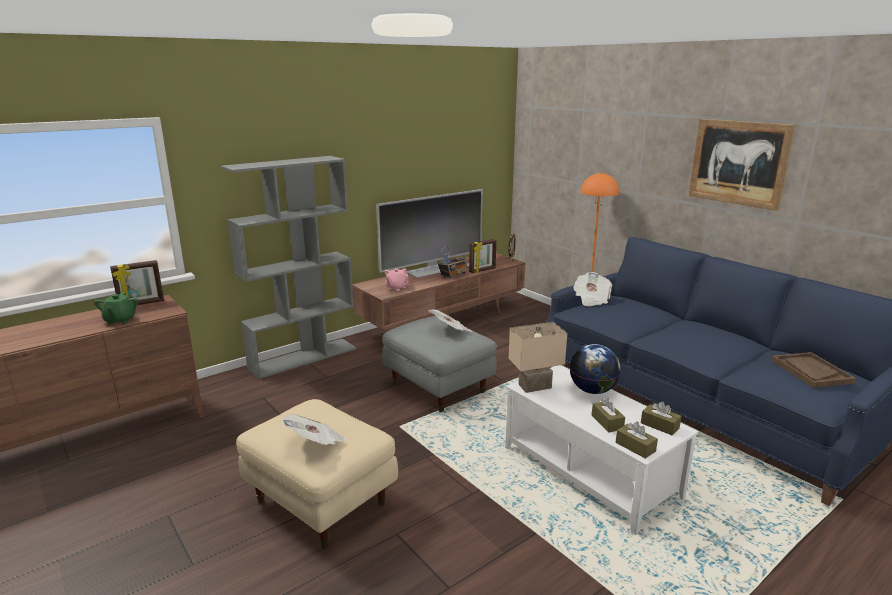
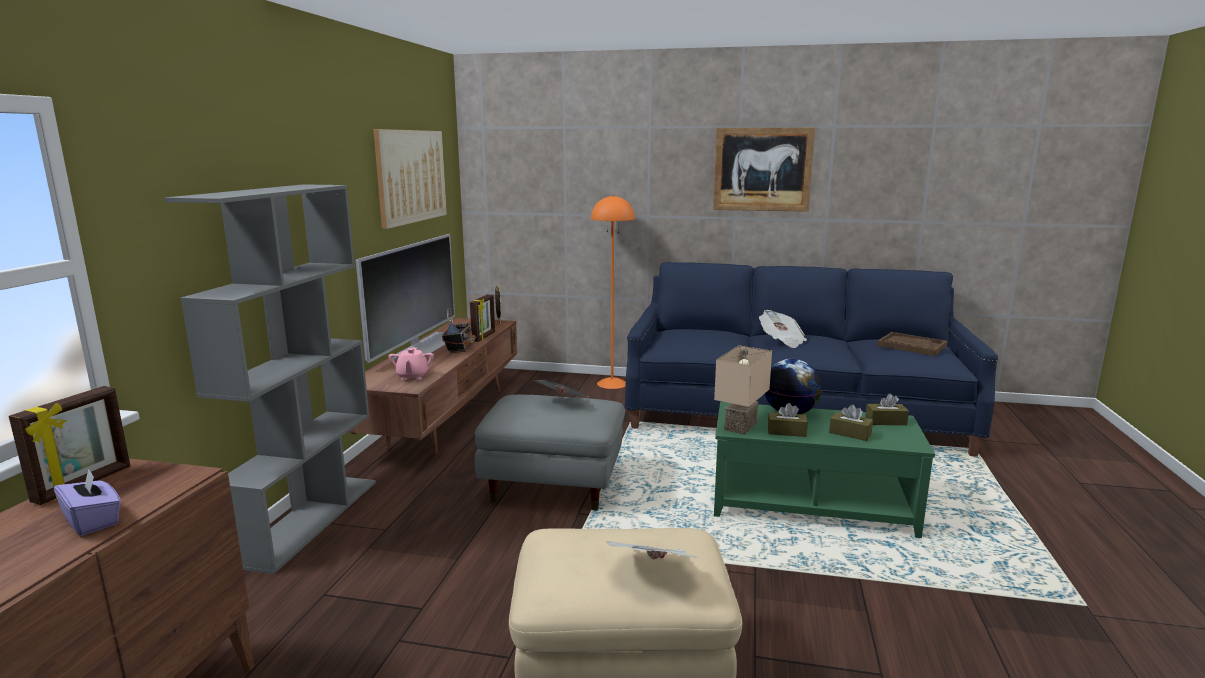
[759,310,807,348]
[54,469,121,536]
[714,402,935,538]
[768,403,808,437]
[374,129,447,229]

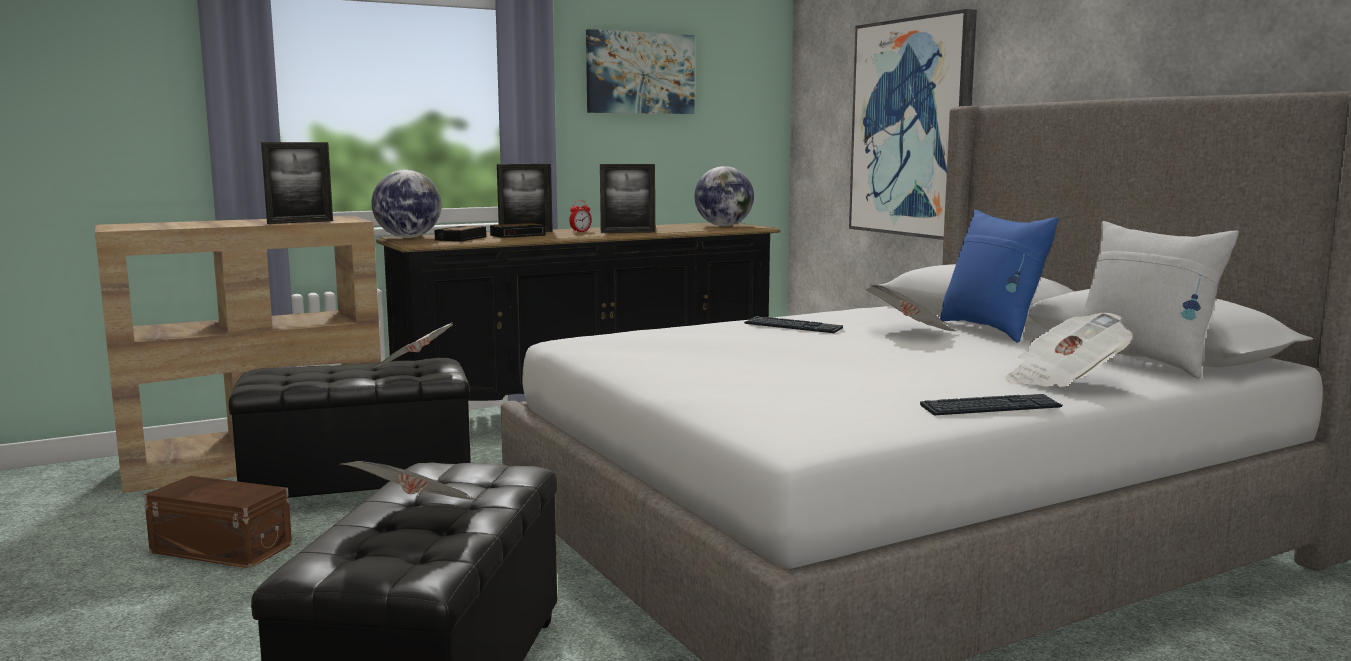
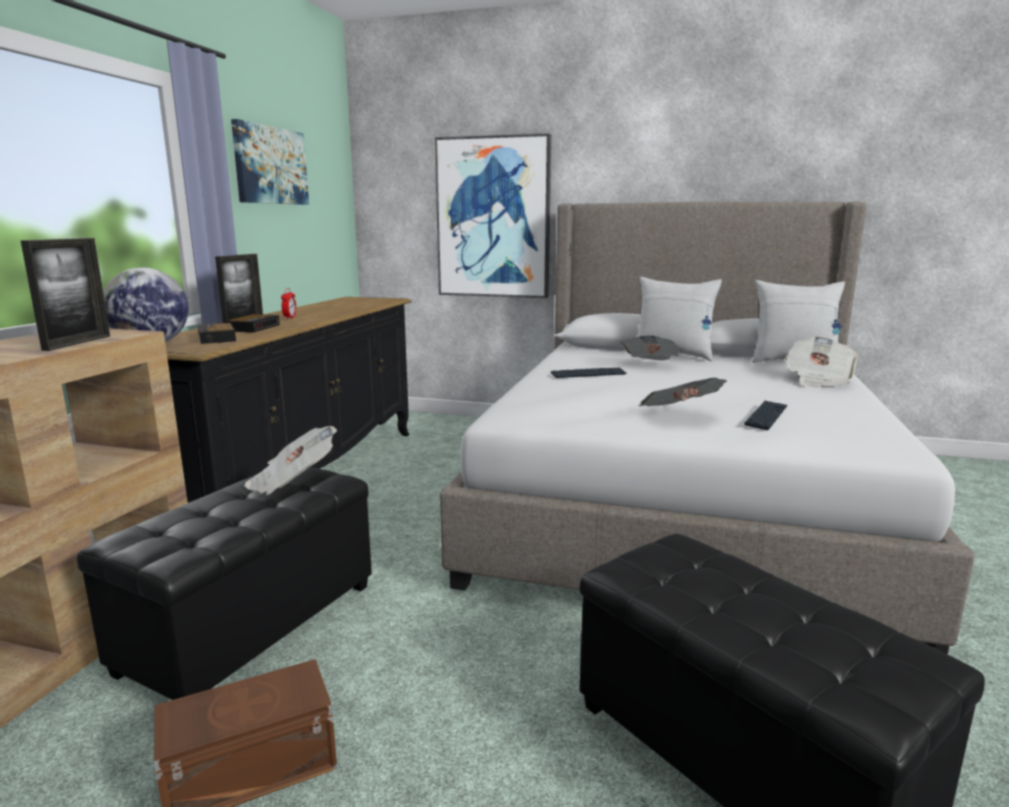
[600,164,655,233] (first image)
[694,166,754,226] (first image)
[637,277,722,361]
[744,401,788,430]
[638,378,727,406]

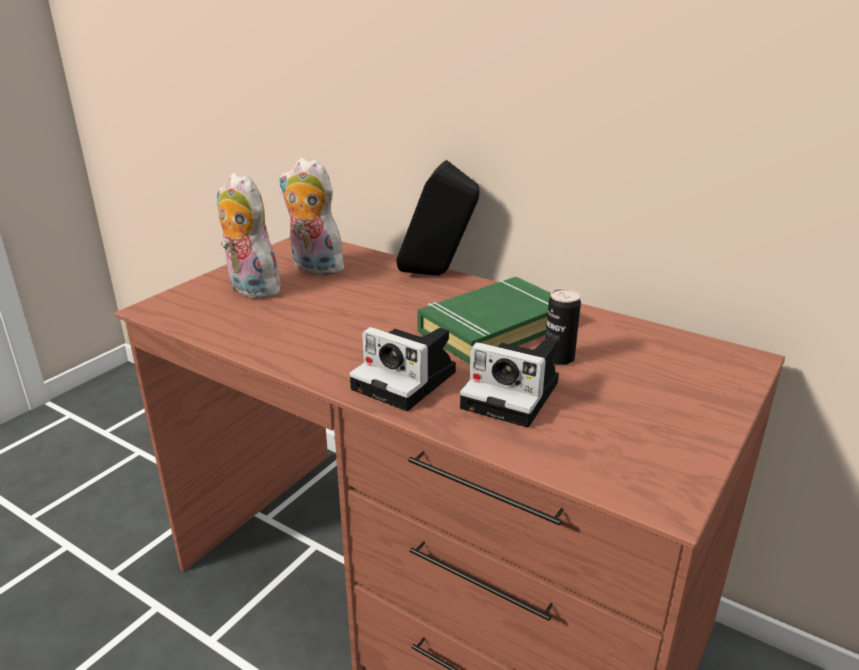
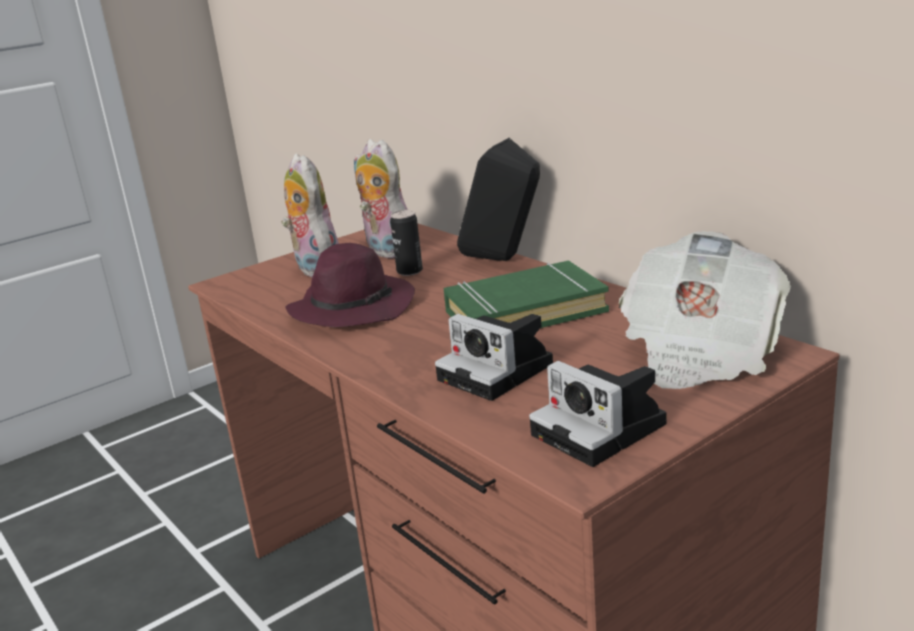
[390,210,423,276]
[529,361,667,467]
[619,231,791,389]
[285,243,415,327]

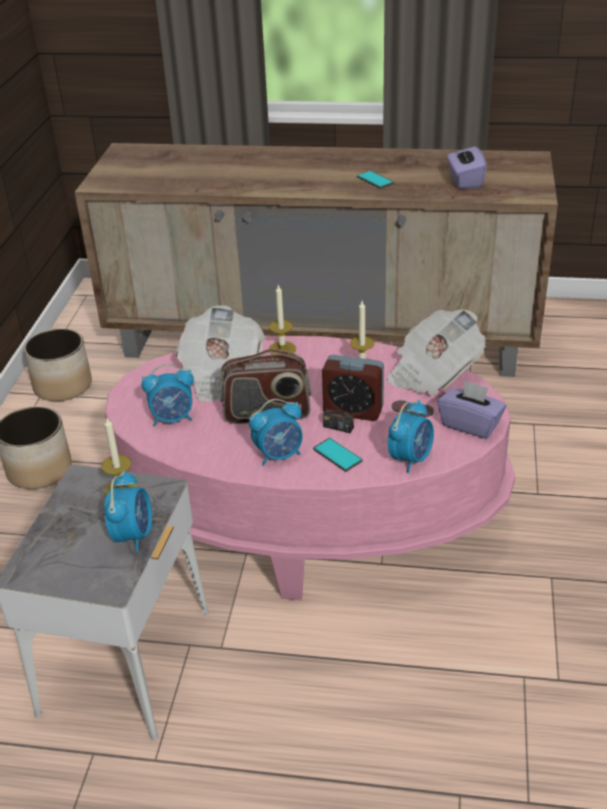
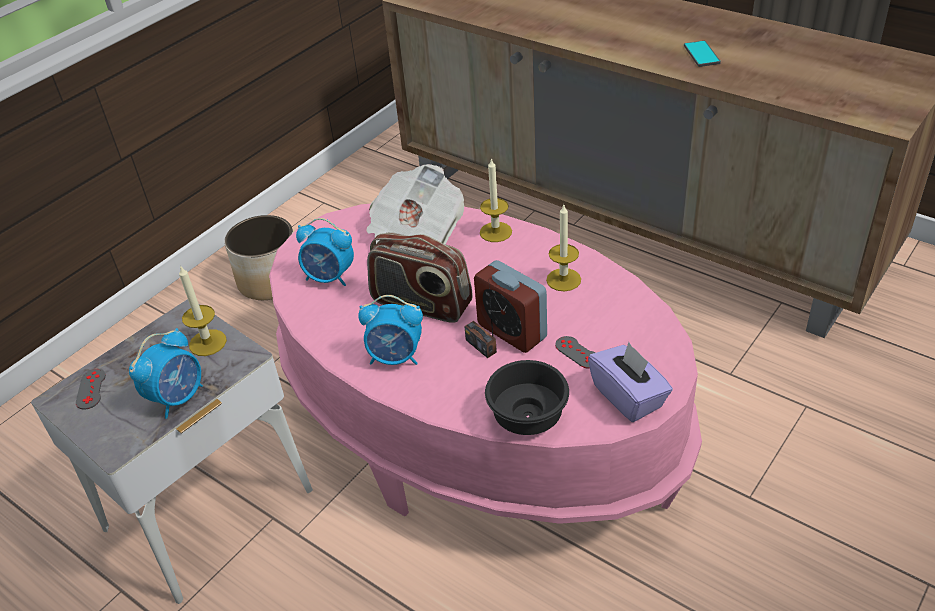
[447,146,487,189] (first image)
[387,309,485,396] (first image)
[24,328,92,401] (first image)
[485,360,569,435]
[313,438,362,472] (first image)
[76,369,106,410]

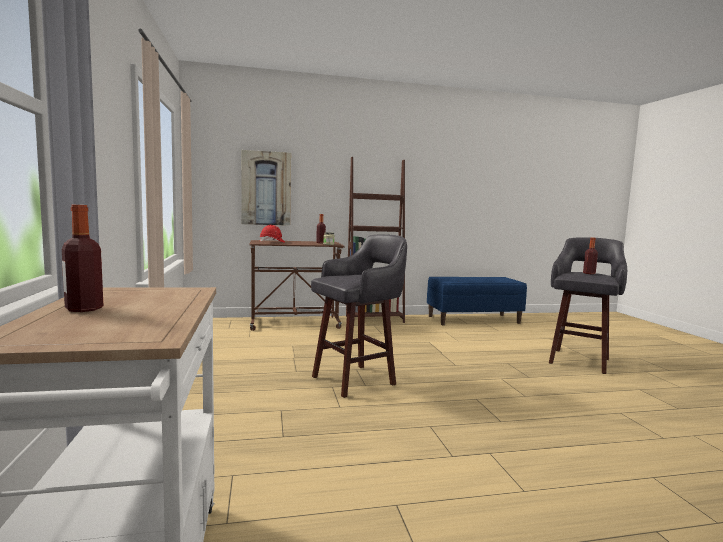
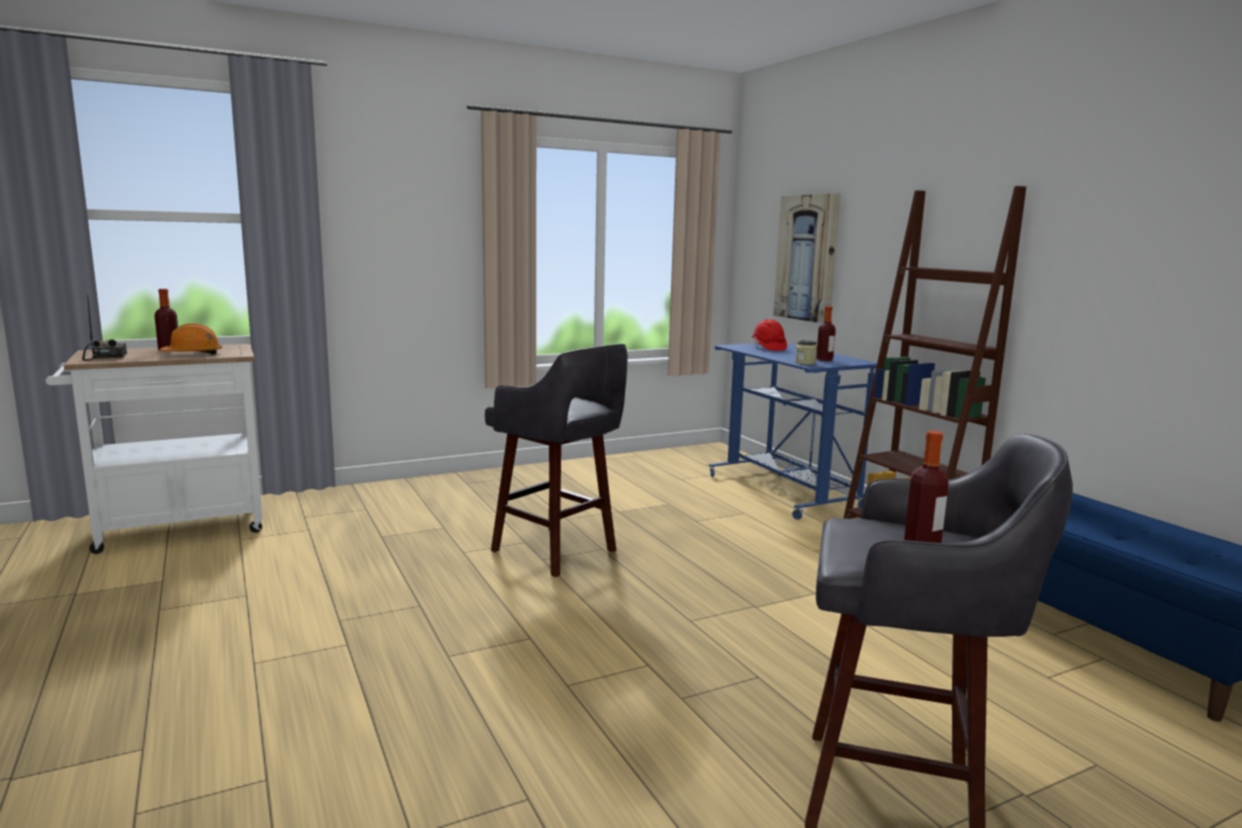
[709,343,877,520]
[83,295,127,361]
[160,323,222,355]

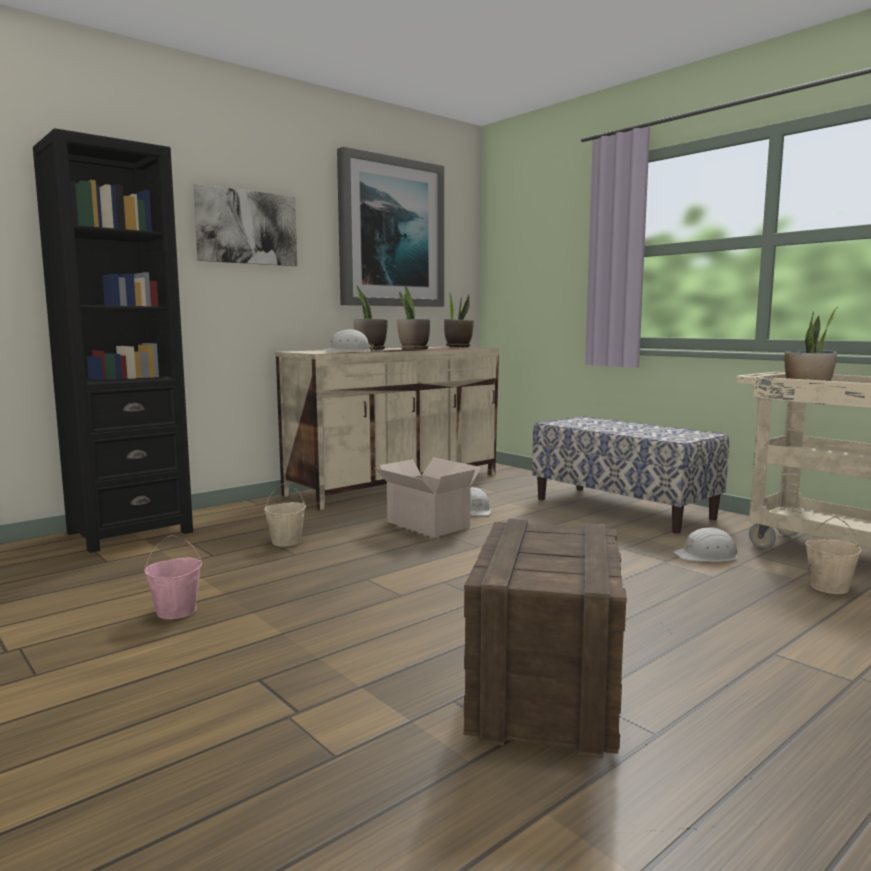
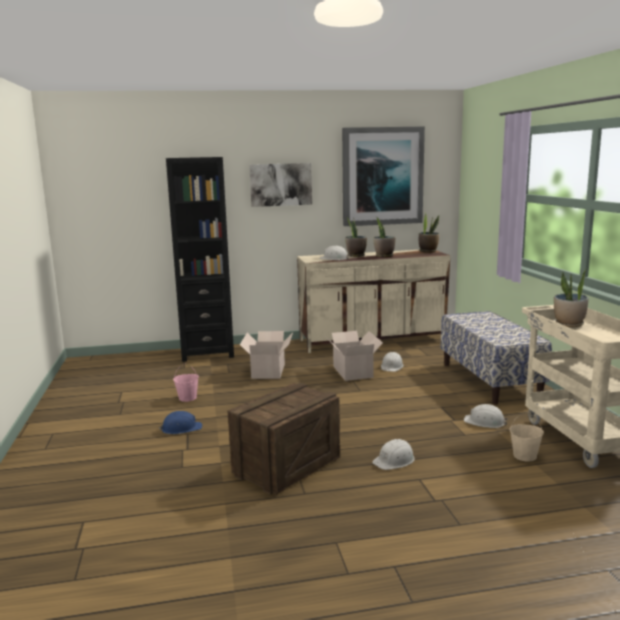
[240,331,293,379]
[159,411,202,434]
[372,439,415,470]

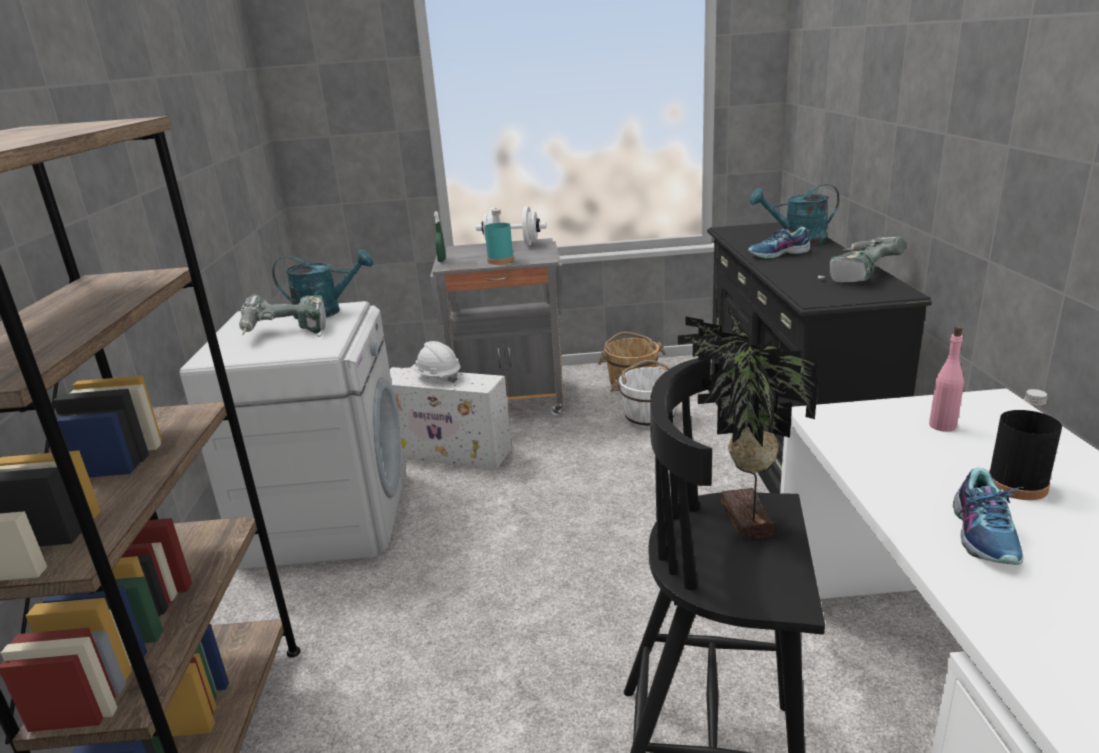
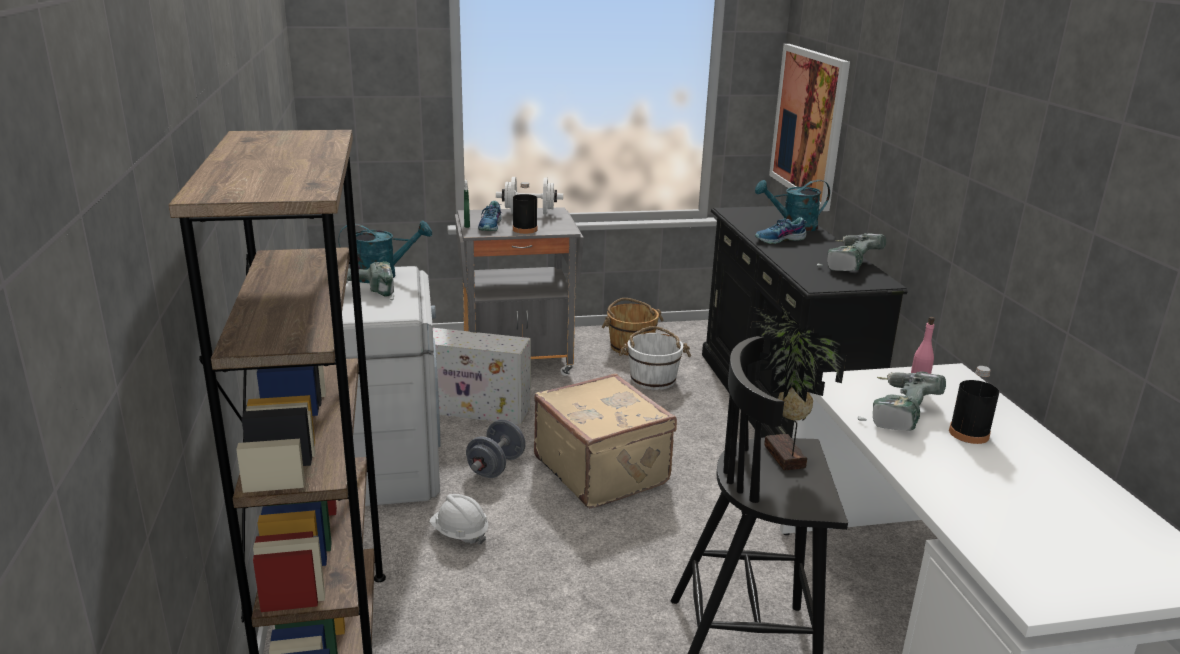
[513,182,537,234]
[430,494,488,544]
[478,201,503,231]
[769,44,850,211]
[858,371,946,431]
[534,374,677,508]
[466,419,526,478]

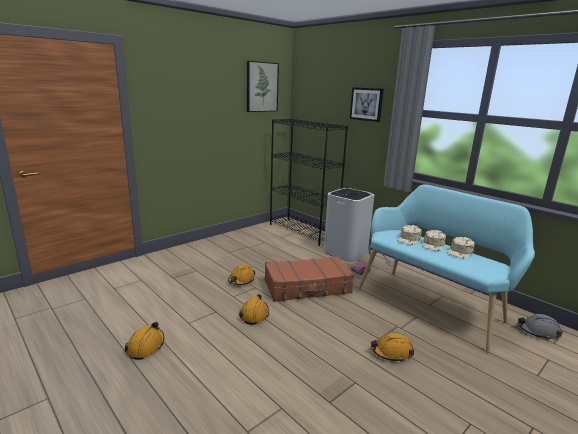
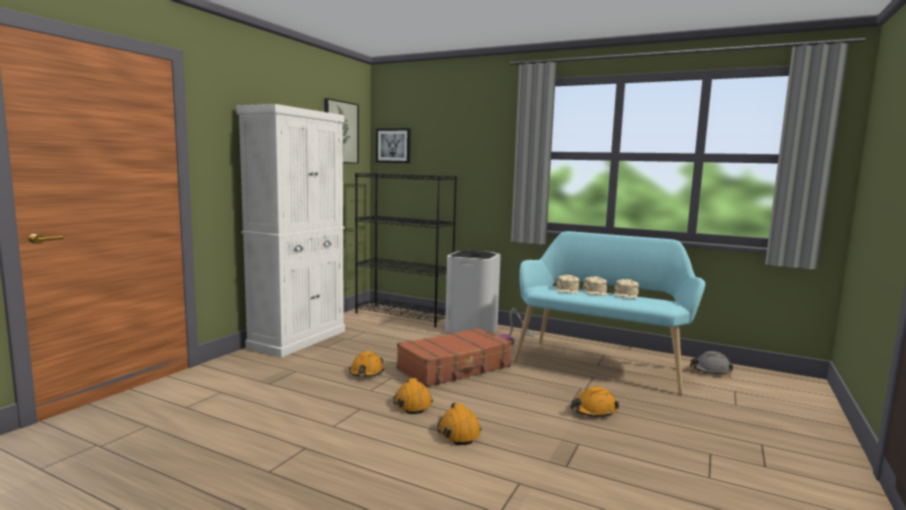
[376,128,411,163]
[437,403,481,445]
[236,104,345,357]

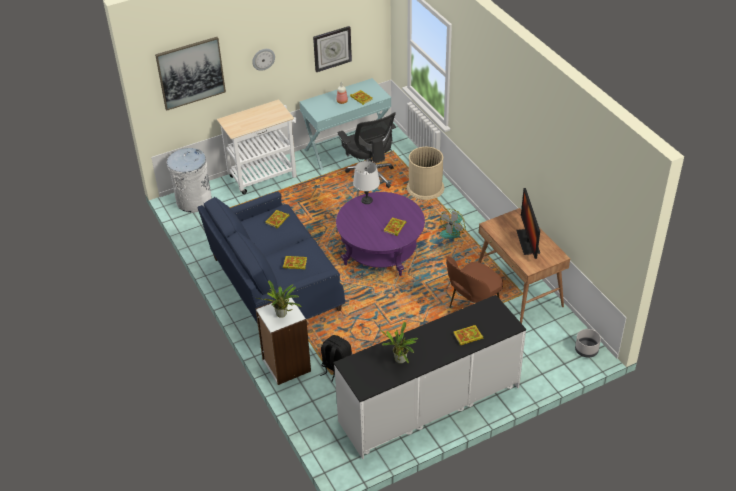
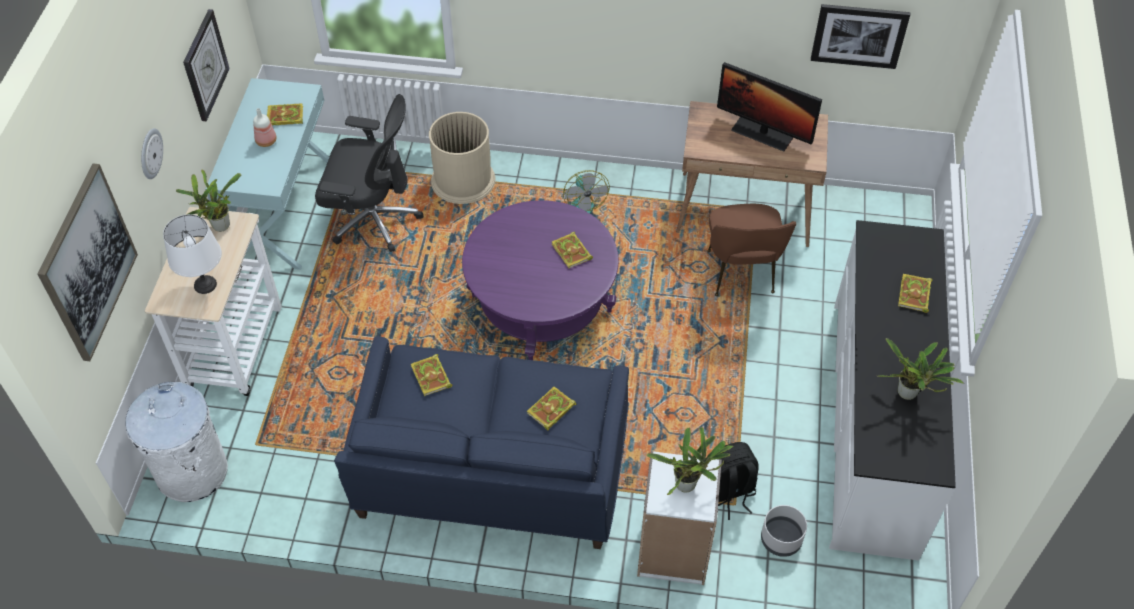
[163,214,222,294]
[761,505,807,557]
[811,4,910,69]
[176,169,241,232]

